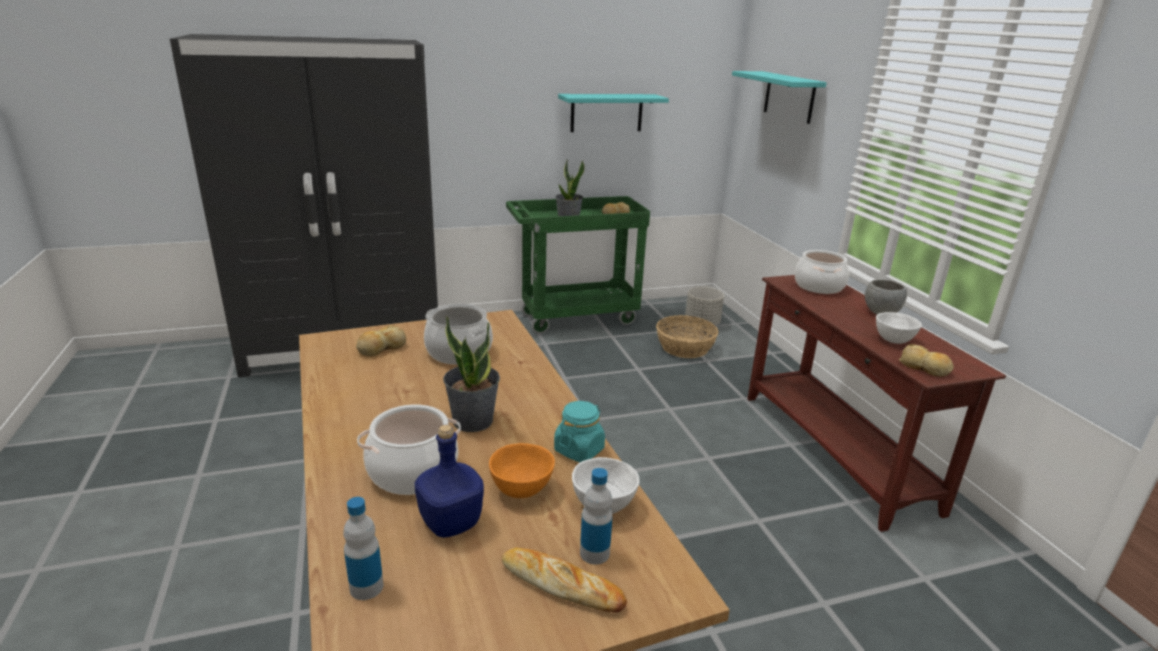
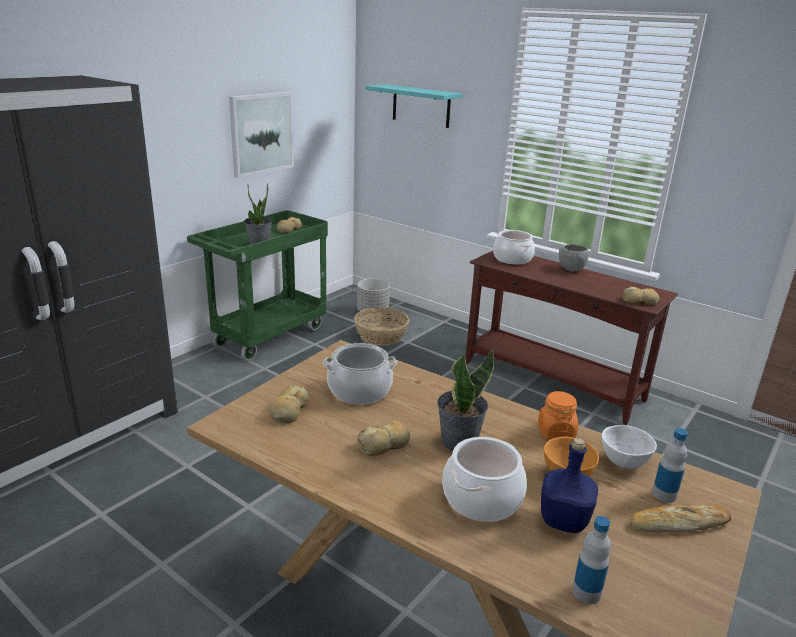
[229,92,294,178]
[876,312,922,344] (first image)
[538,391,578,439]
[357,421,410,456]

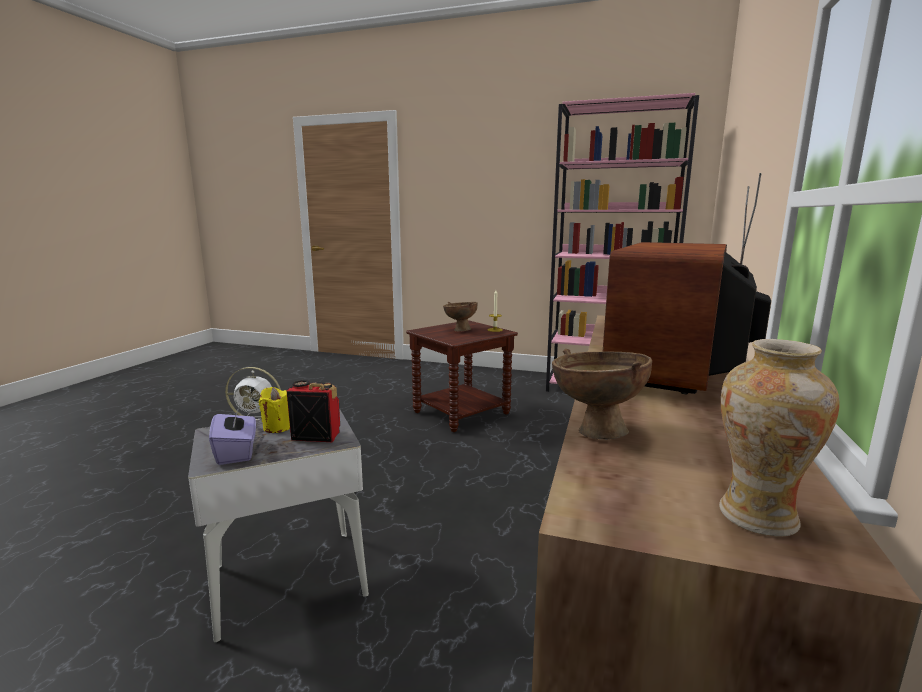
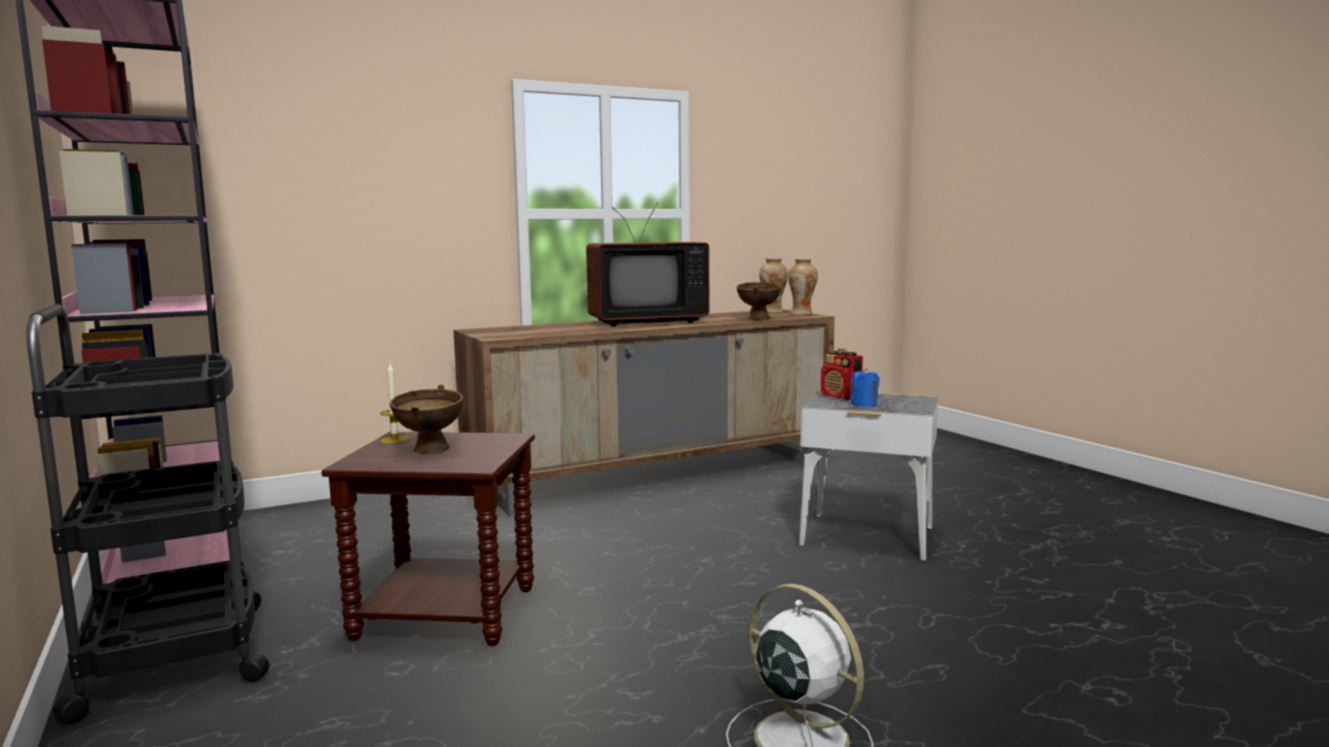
[850,368,880,407]
[209,405,256,465] (first image)
[788,258,818,315]
[26,304,269,724]

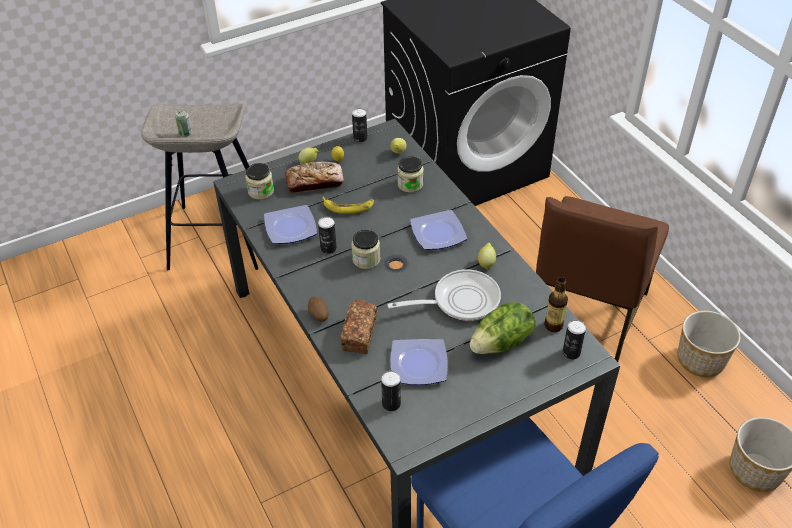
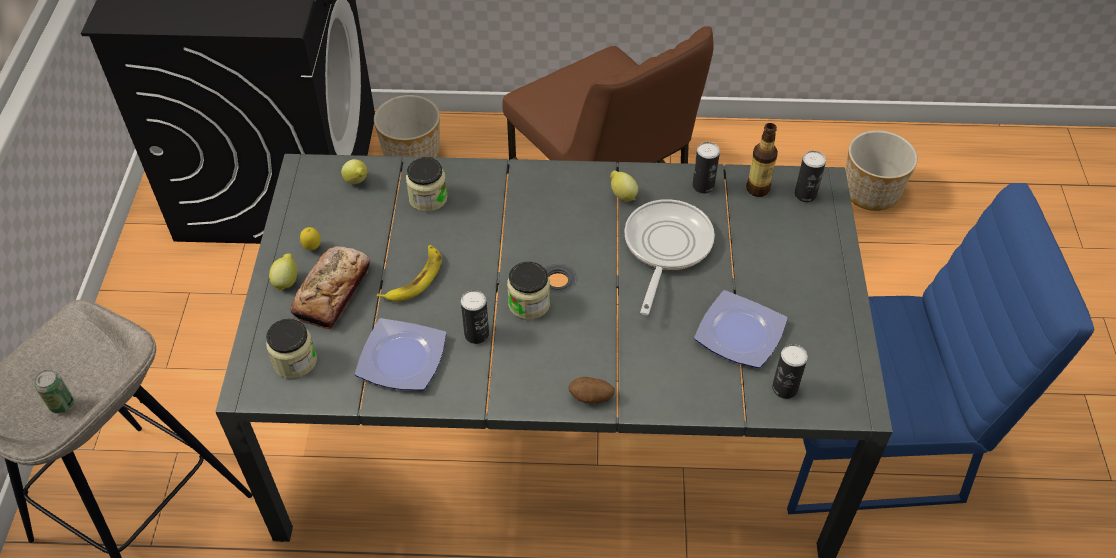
[692,142,720,194]
[410,210,467,250] (first image)
[340,300,377,354] (first image)
[470,302,536,354] (first image)
[374,95,440,172]

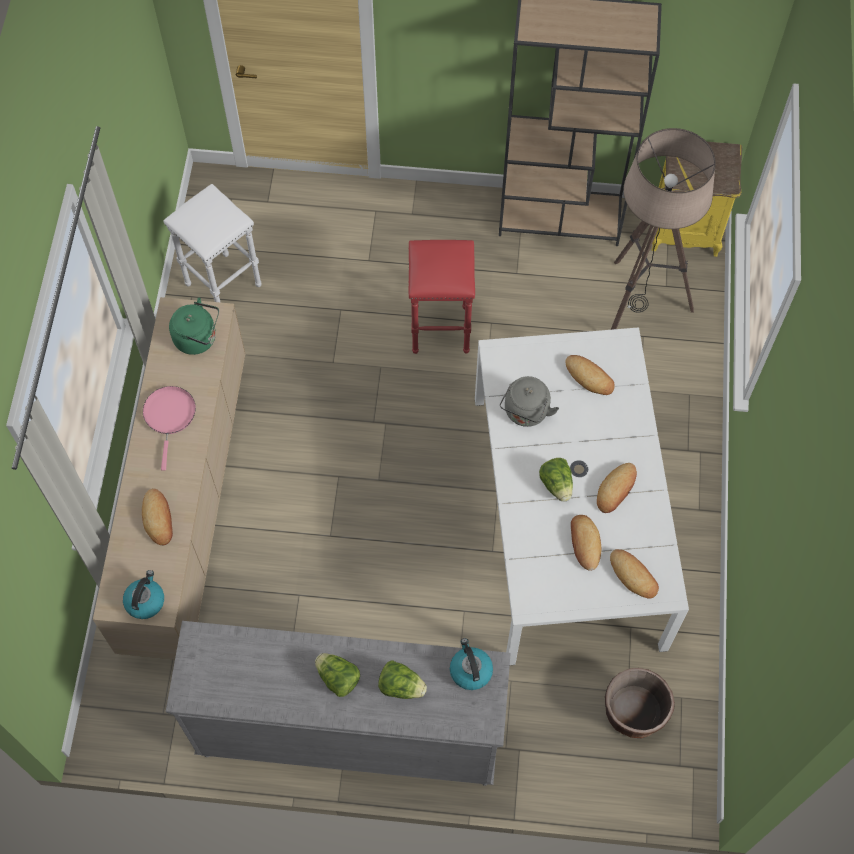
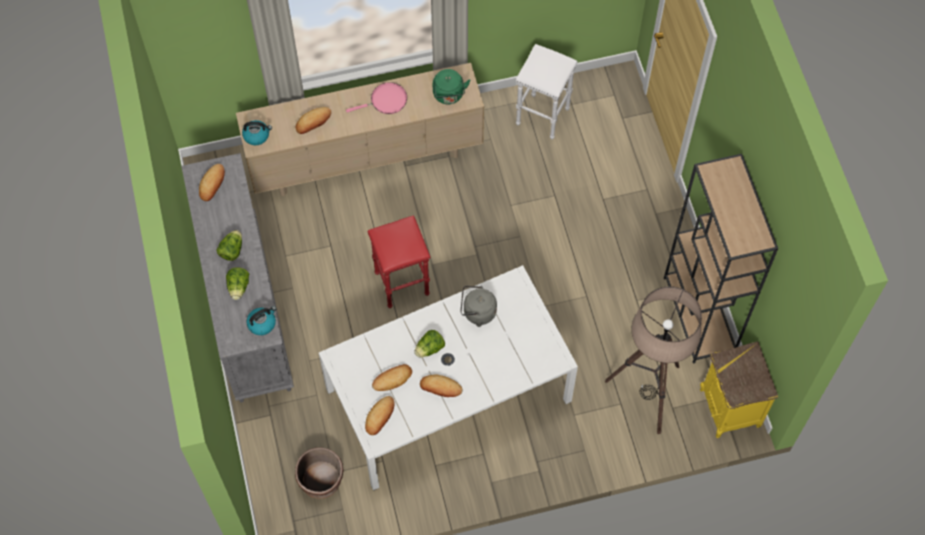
[368,216,430,308]
[199,164,225,201]

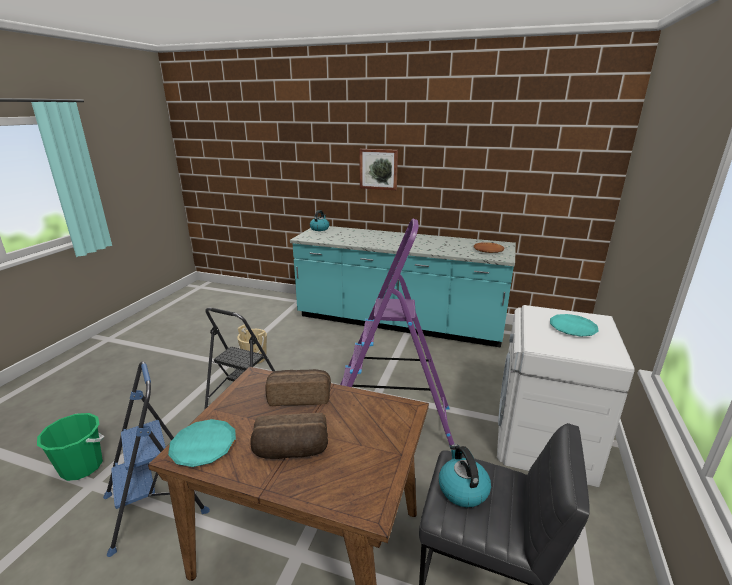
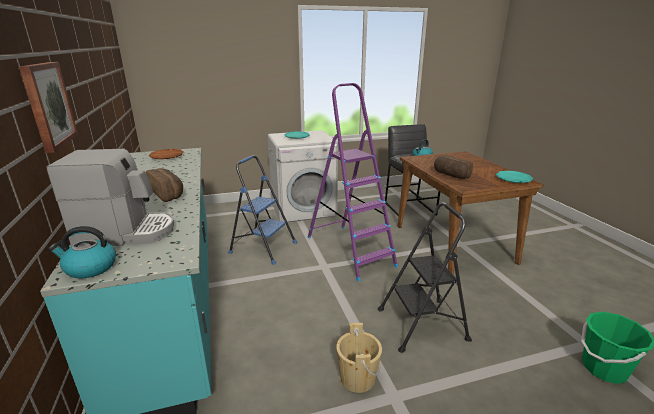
[228,155,298,265]
[146,168,183,202]
[46,149,174,246]

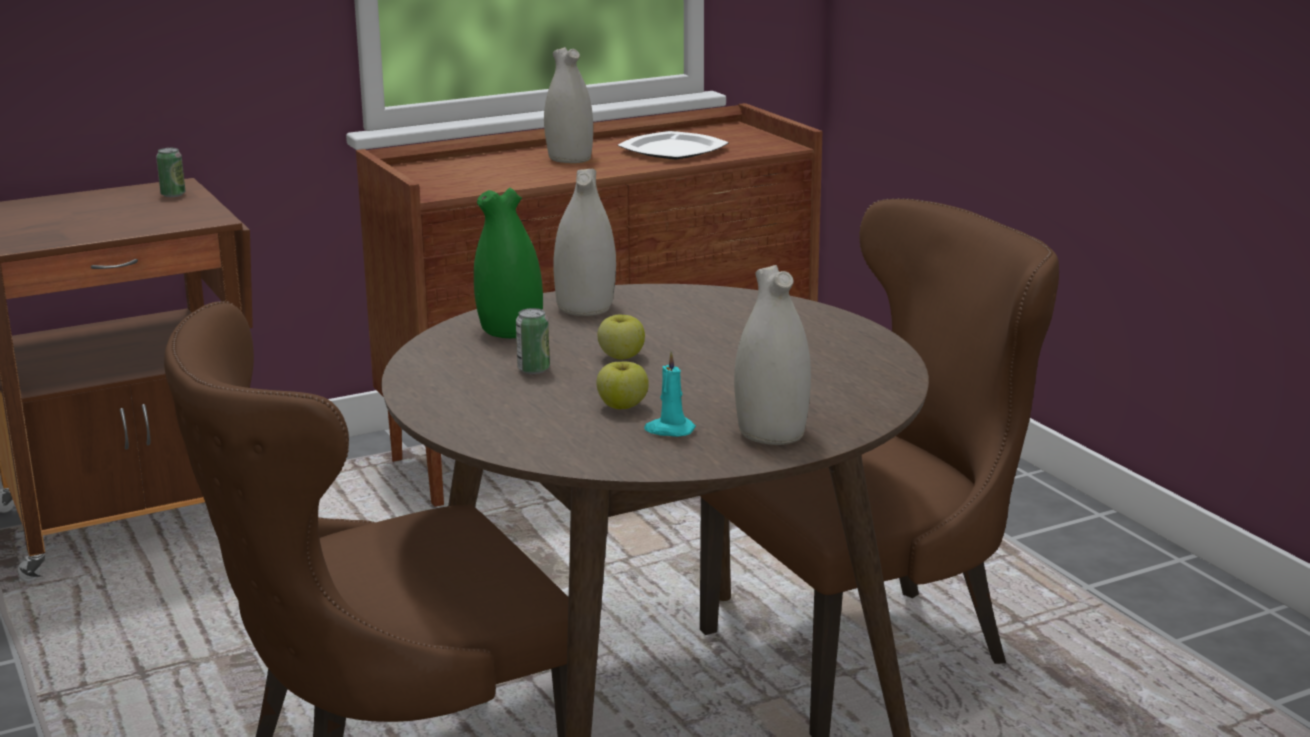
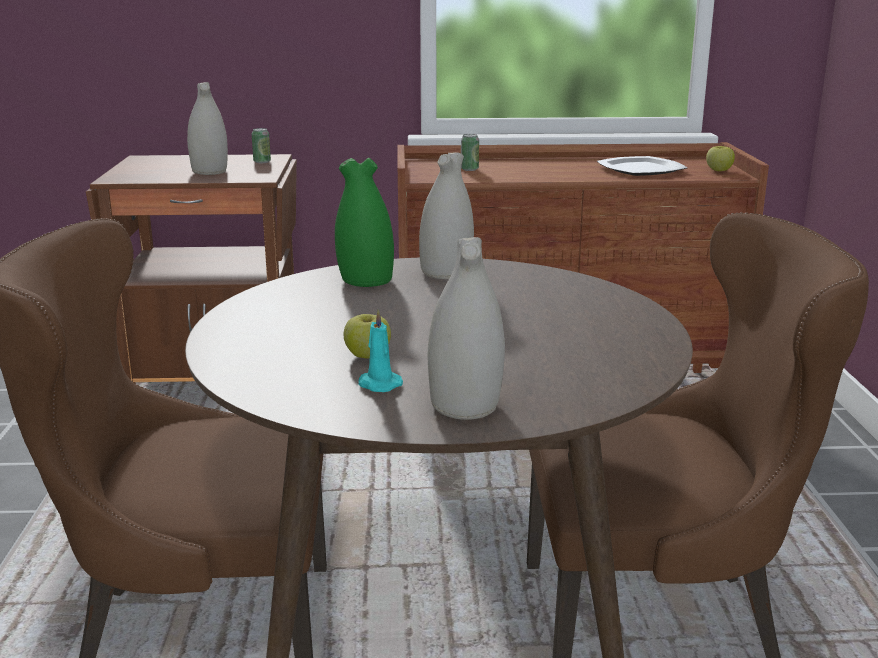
[187,82,228,175]
[461,134,479,171]
[706,146,735,171]

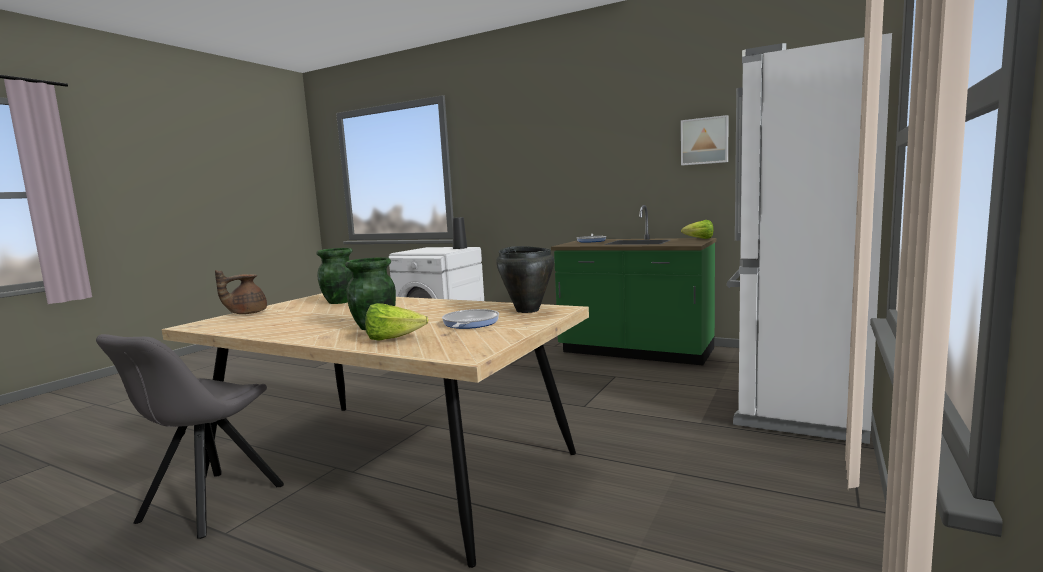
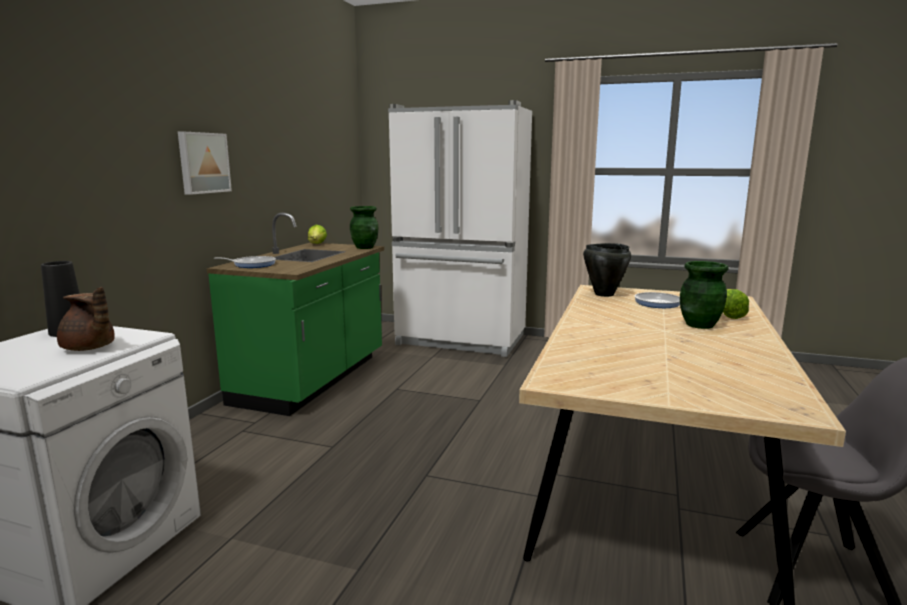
[178,132,232,195]
[350,206,378,249]
[57,287,115,351]

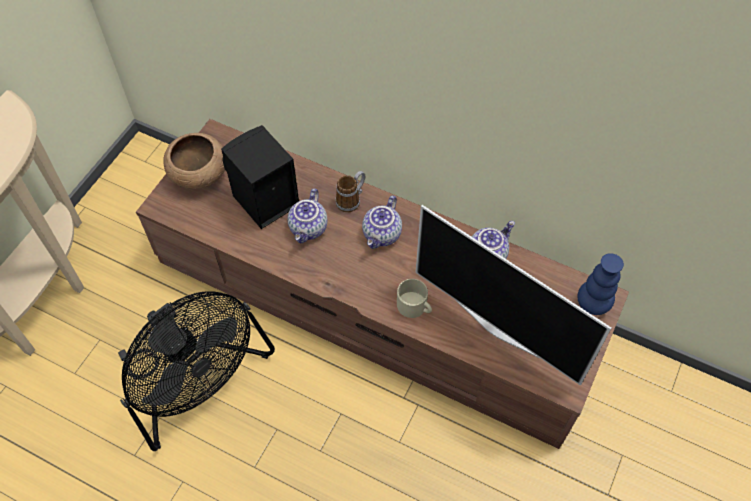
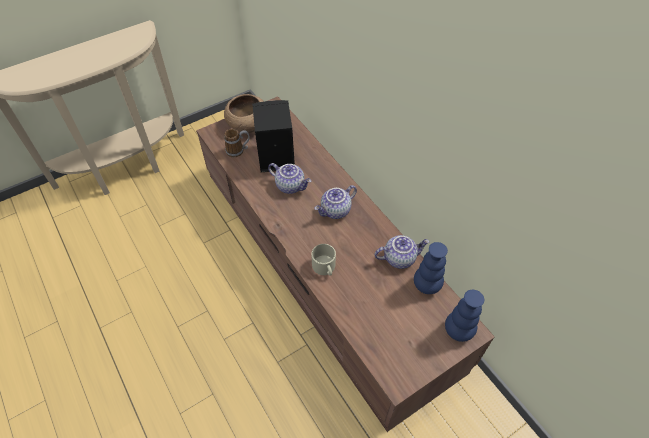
[224,129,250,157]
[268,163,311,194]
[415,205,611,385] (first image)
[118,291,275,451] (first image)
[414,242,448,294]

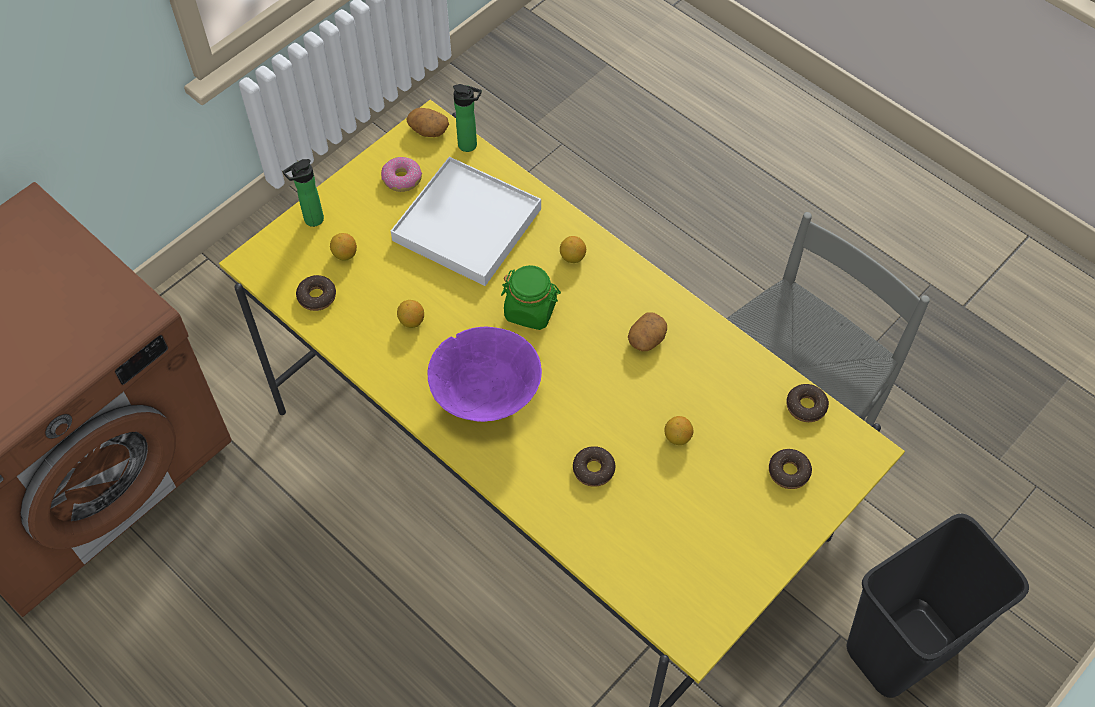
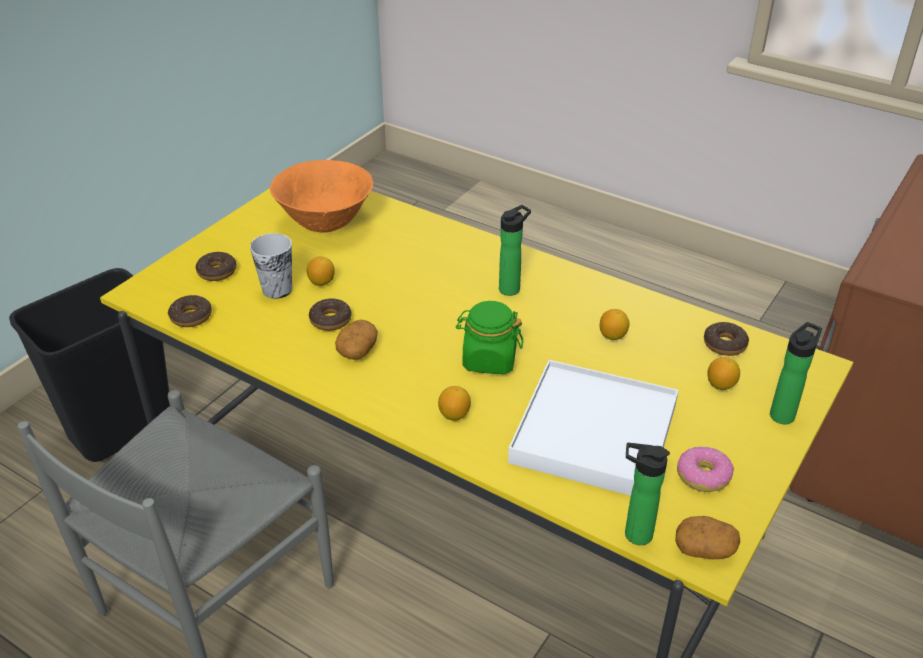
[499,205,531,296]
[309,299,352,331]
[270,160,373,233]
[250,233,292,299]

